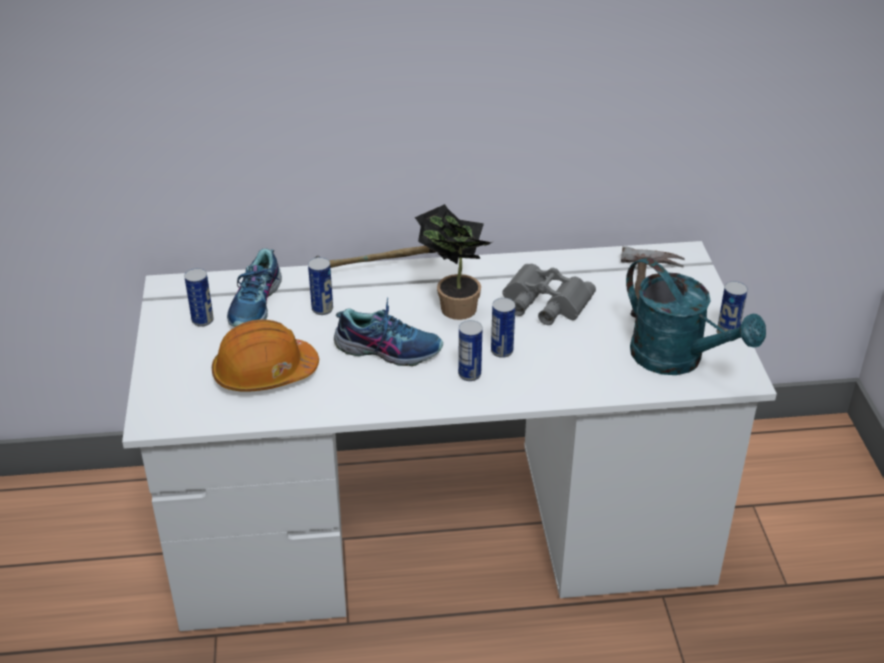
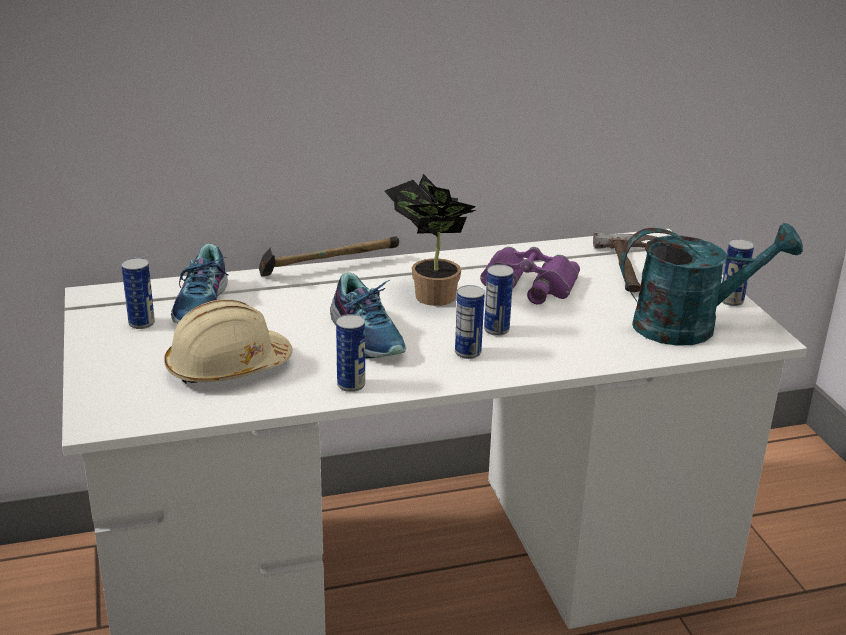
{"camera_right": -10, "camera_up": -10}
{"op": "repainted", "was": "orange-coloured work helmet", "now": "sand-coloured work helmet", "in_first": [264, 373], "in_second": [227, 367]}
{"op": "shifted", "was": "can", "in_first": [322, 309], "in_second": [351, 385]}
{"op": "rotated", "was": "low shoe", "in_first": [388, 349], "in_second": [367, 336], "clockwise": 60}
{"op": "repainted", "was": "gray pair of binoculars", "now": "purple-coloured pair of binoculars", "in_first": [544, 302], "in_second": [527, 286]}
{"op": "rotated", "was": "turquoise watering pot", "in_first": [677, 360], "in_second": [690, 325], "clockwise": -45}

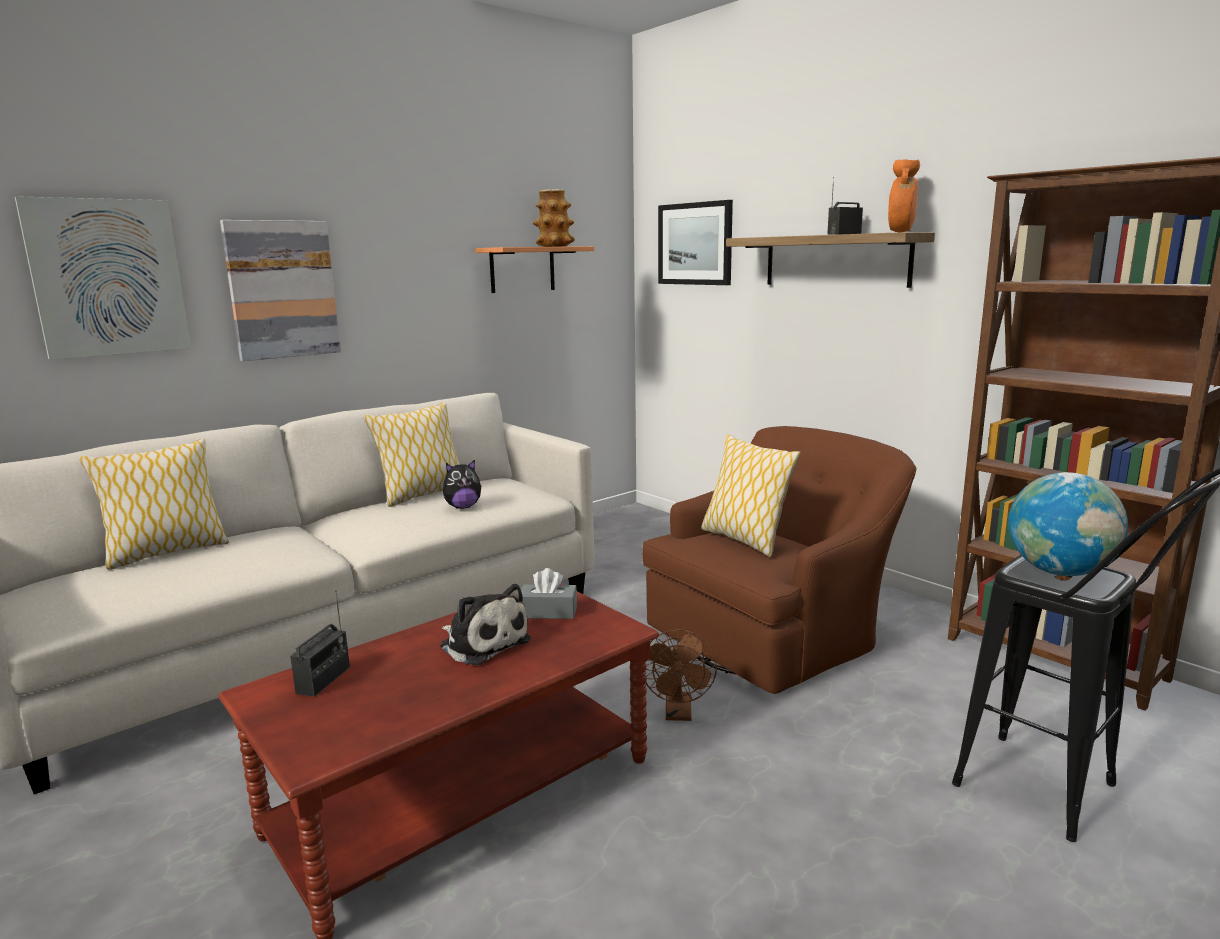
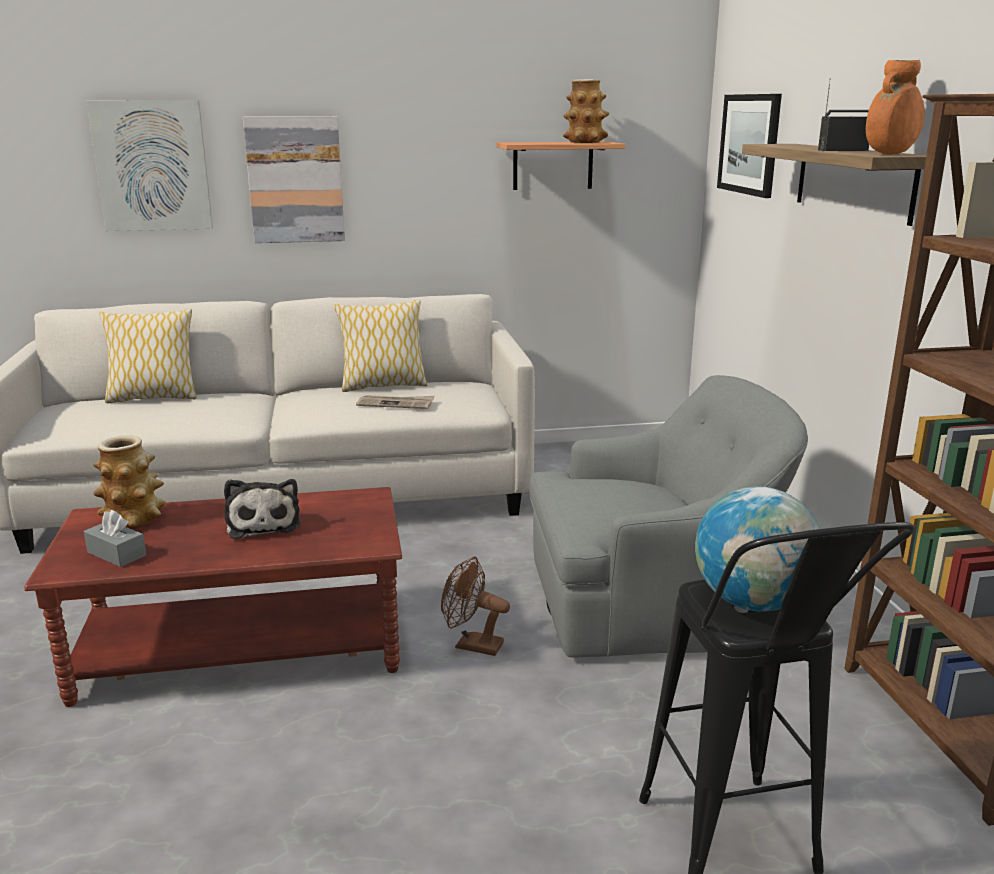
{"camera_right": 30, "camera_up": 5}
{"op": "swapped", "was": "radio set", "now": "vase", "in_first": [323, 680], "in_second": [134, 519]}
{"op": "swapped", "was": "plush toy", "now": "daily paper", "in_first": [463, 507], "in_second": [396, 404]}
{"op": "shifted", "was": "gray tissue box", "in_first": [548, 612], "in_second": [116, 554]}
{"op": "repainted", "was": "brown lounge chair", "now": "gray lounge chair", "in_first": [773, 634], "in_second": [652, 604]}
{"op": "rotated", "was": "brown fan", "in_first": [679, 713], "in_second": [472, 645], "clockwise": 75}
{"op": "gone", "was": "pillow", "in_first": [745, 540]}

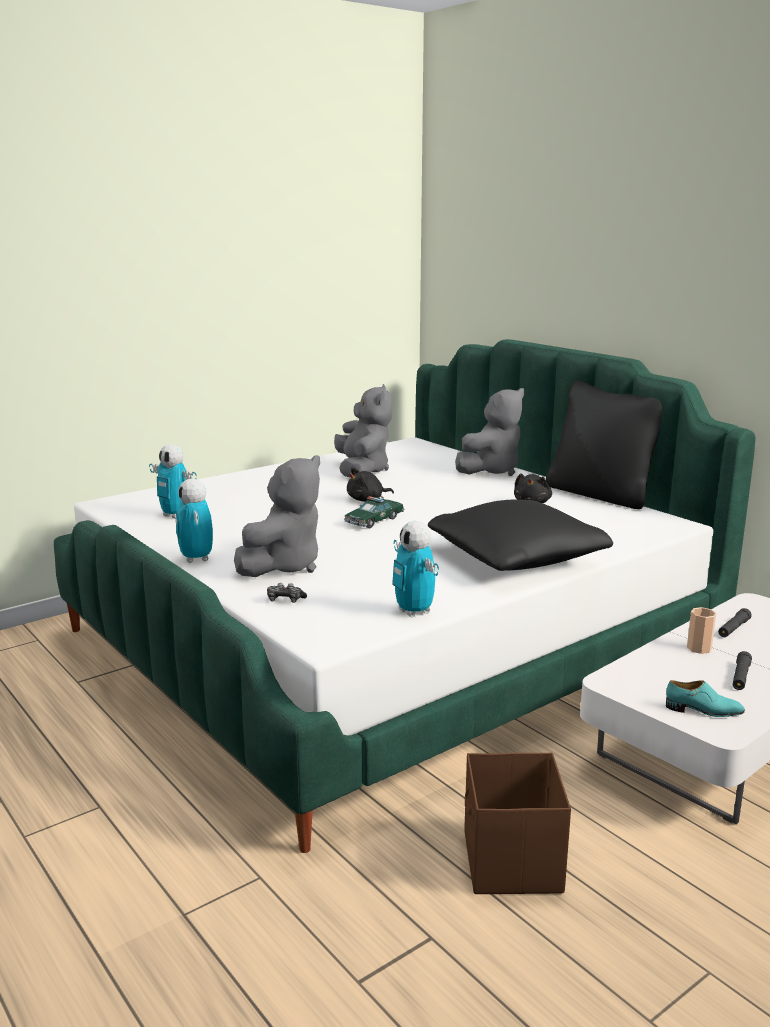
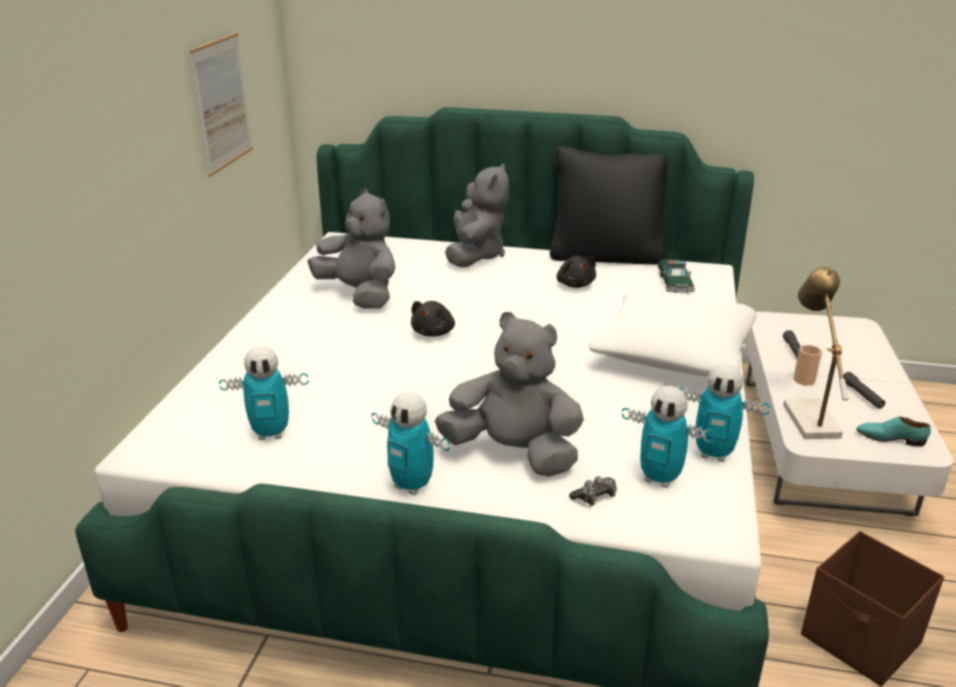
{"camera_right": -40, "camera_up": 10}
{"op": "rotated", "was": "gray plush toy", "in_first": [283, 566], "in_second": [513, 453], "clockwise": -60}
{"op": "shifted", "was": "model car", "in_first": [374, 520], "in_second": [674, 283]}
{"op": "repainted", "was": "black pillow", "now": "white pillow", "in_first": [517, 557], "in_second": [673, 353]}
{"op": "rotated", "was": "turquoise low shoe", "in_first": [704, 710], "in_second": [890, 438], "clockwise": -135}
{"op": "new", "now": "wall art", "in_second": [222, 103]}
{"op": "new", "now": "model robot", "in_second": [660, 478]}
{"op": "new", "now": "table lamp", "in_second": [806, 416]}

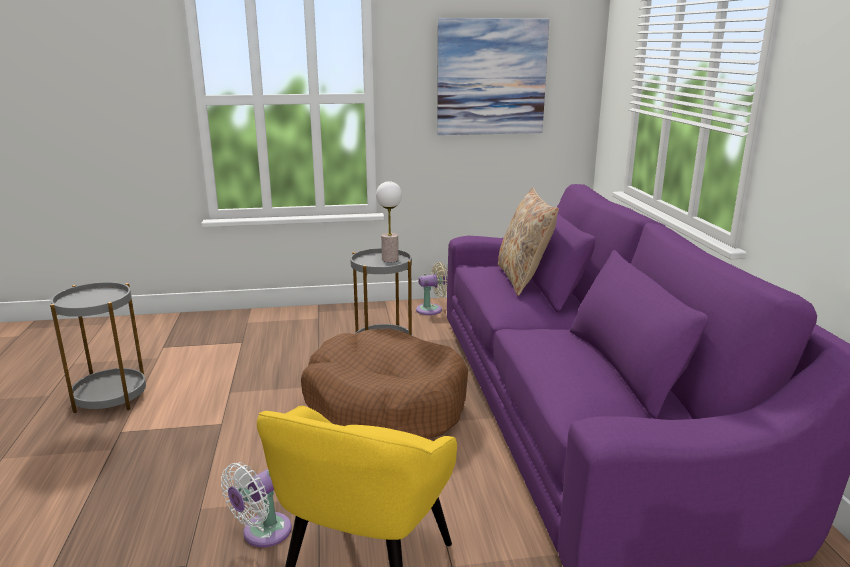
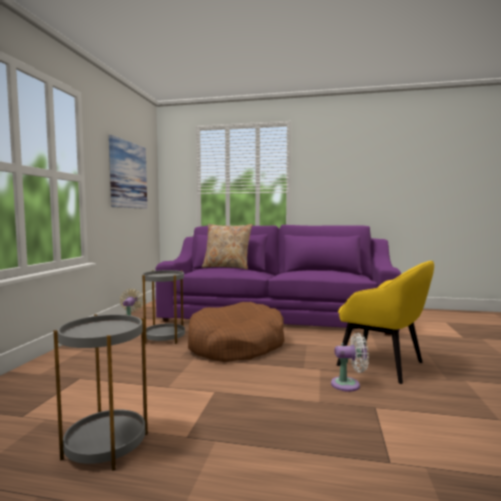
{"camera_right": -70, "camera_up": -15}
{"op": "rotated", "was": "white fan", "in_first": [262, 533], "in_second": [348, 384], "clockwise": -60}
{"op": "gone", "was": "table lamp", "in_first": [390, 259]}

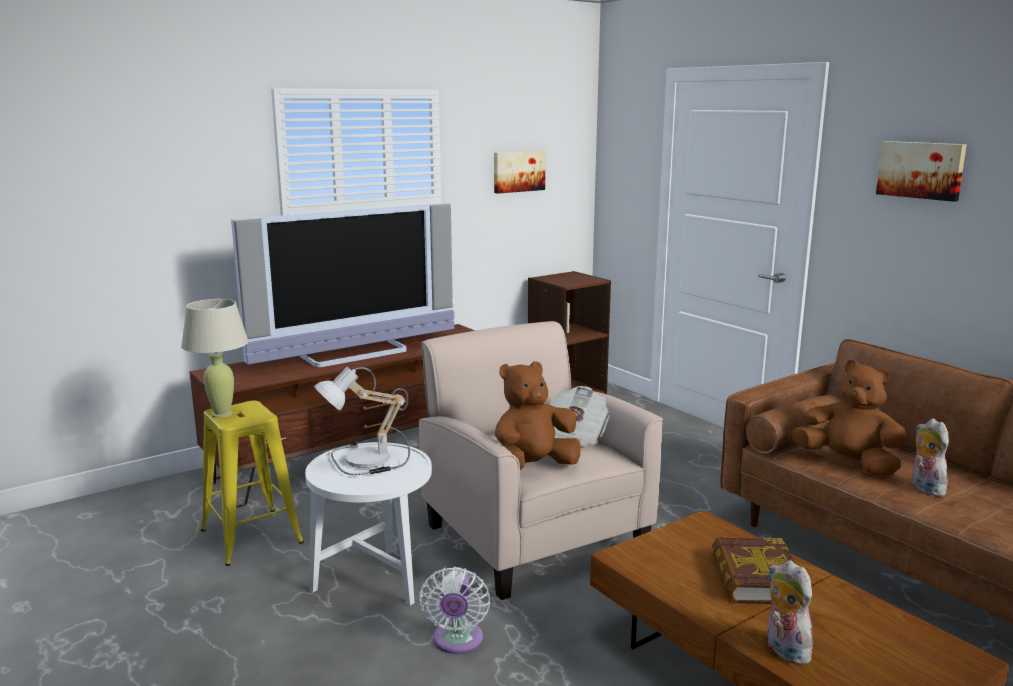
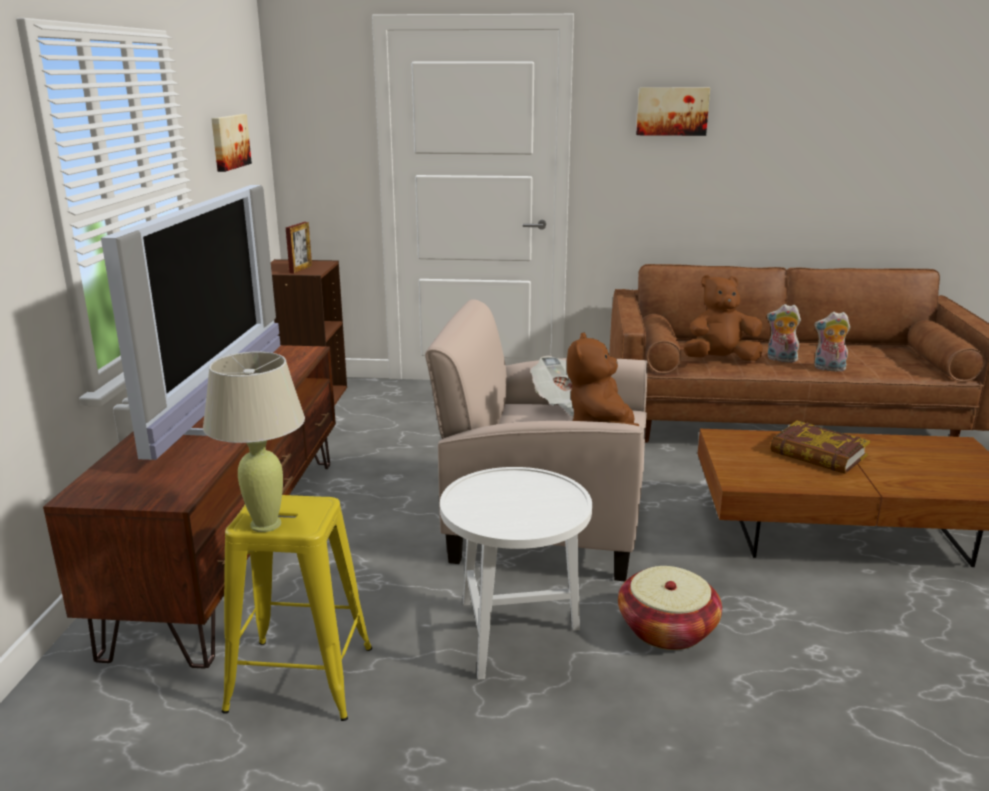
{"camera_right": -50, "camera_up": 5}
{"op": "gone", "was": "table lamp", "in_first": [366, 461]}
{"op": "swapped", "was": "white fan", "now": "storage basket", "in_first": [457, 642], "in_second": [667, 629]}
{"op": "shifted", "was": "plush toy", "in_first": [783, 649], "in_second": [828, 369]}
{"op": "new", "now": "standing frame", "in_second": [301, 269]}

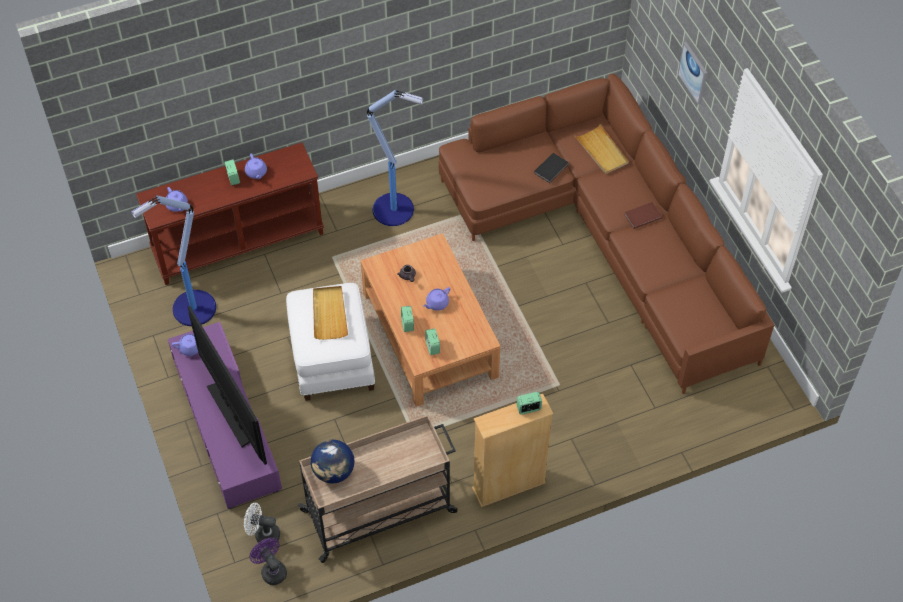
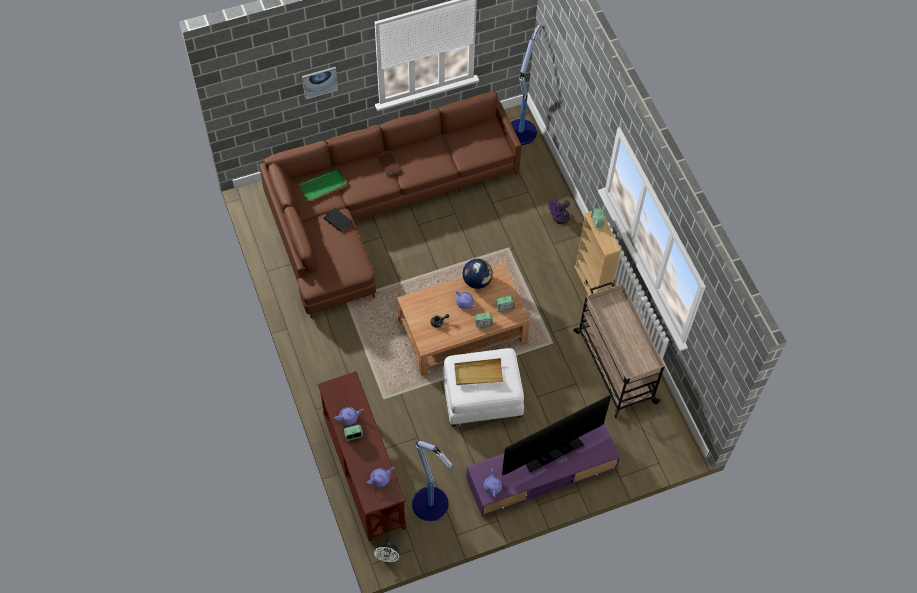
{"camera_right": -90, "camera_up": 5}
{"op": "shifted", "was": "white fan", "in_first": [263, 534], "in_second": [388, 557]}
{"op": "shifted", "was": "purple-coloured fan", "in_first": [271, 570], "in_second": [558, 219]}
{"op": "shifted", "was": "desk globe", "in_first": [334, 472], "in_second": [477, 281]}
{"op": "shifted", "was": "standard lamp", "in_first": [395, 210], "in_second": [521, 131]}
{"op": "repainted", "was": "sand-coloured tray", "now": "green-coloured tray", "in_first": [602, 151], "in_second": [323, 185]}

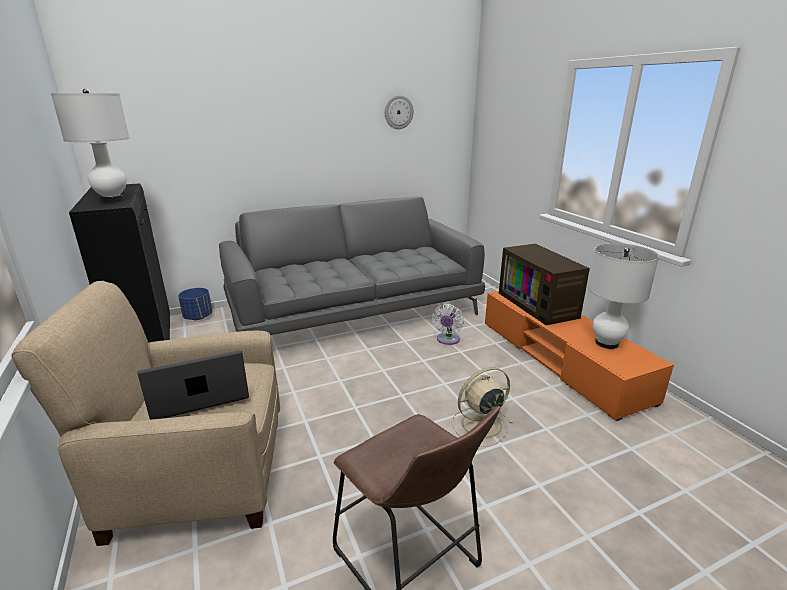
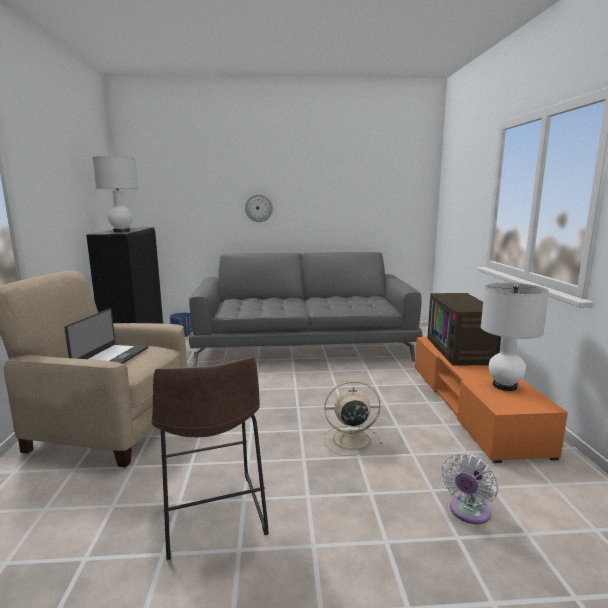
{"camera_right": 20, "camera_up": -10}
{"op": "rotated", "was": "portable computer", "in_first": [200, 396], "in_second": [110, 357], "clockwise": 105}
{"op": "shifted", "was": "clock on the wall", "in_first": [398, 112], "in_second": [259, 208]}
{"op": "shifted", "was": "white fan", "in_first": [447, 340], "in_second": [468, 513]}

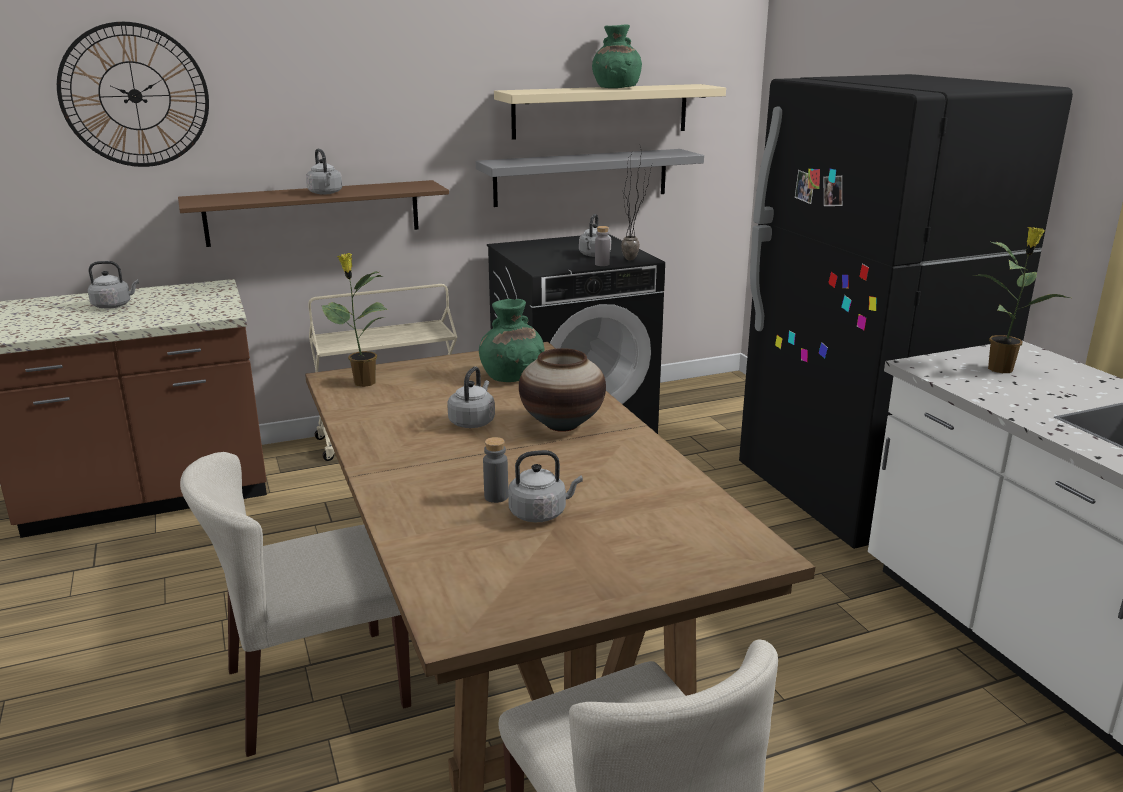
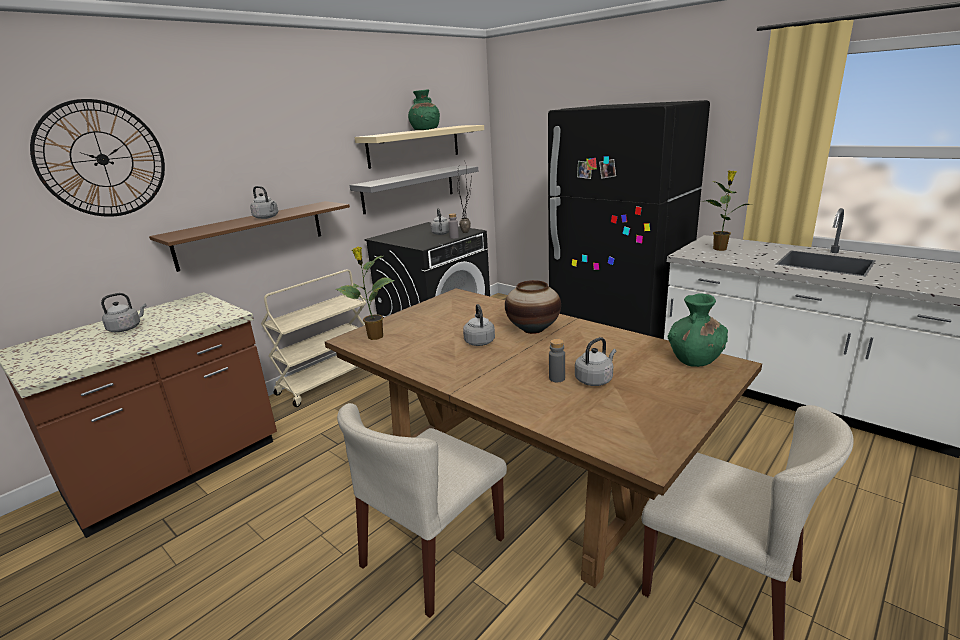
{"camera_right": -25, "camera_up": 0}
{"op": "shifted", "was": "green-coloured vase", "in_first": [512, 376], "in_second": [694, 359]}

